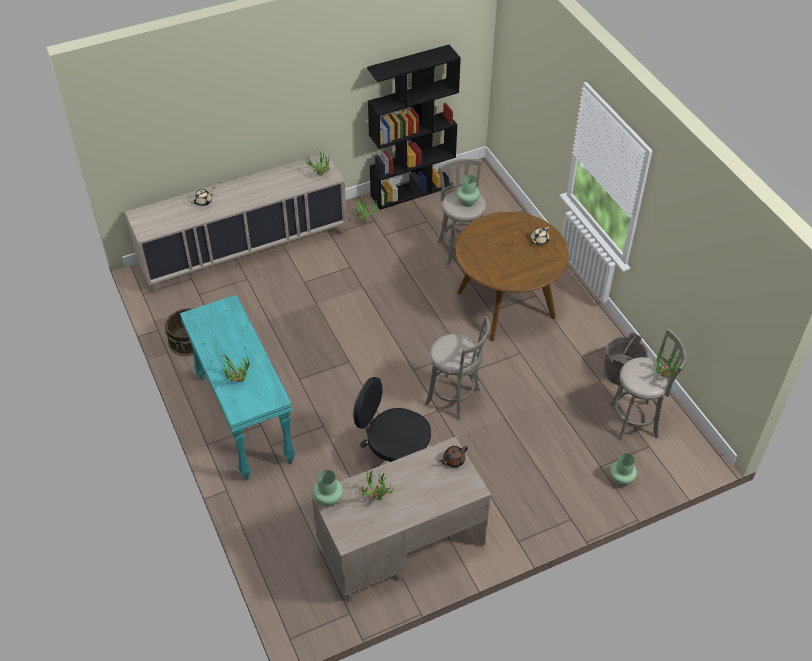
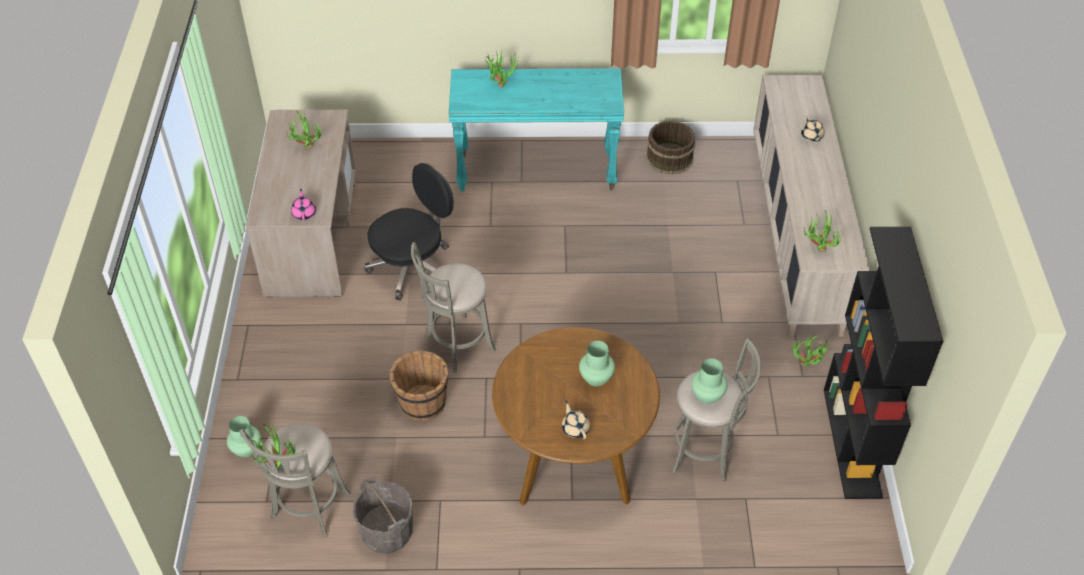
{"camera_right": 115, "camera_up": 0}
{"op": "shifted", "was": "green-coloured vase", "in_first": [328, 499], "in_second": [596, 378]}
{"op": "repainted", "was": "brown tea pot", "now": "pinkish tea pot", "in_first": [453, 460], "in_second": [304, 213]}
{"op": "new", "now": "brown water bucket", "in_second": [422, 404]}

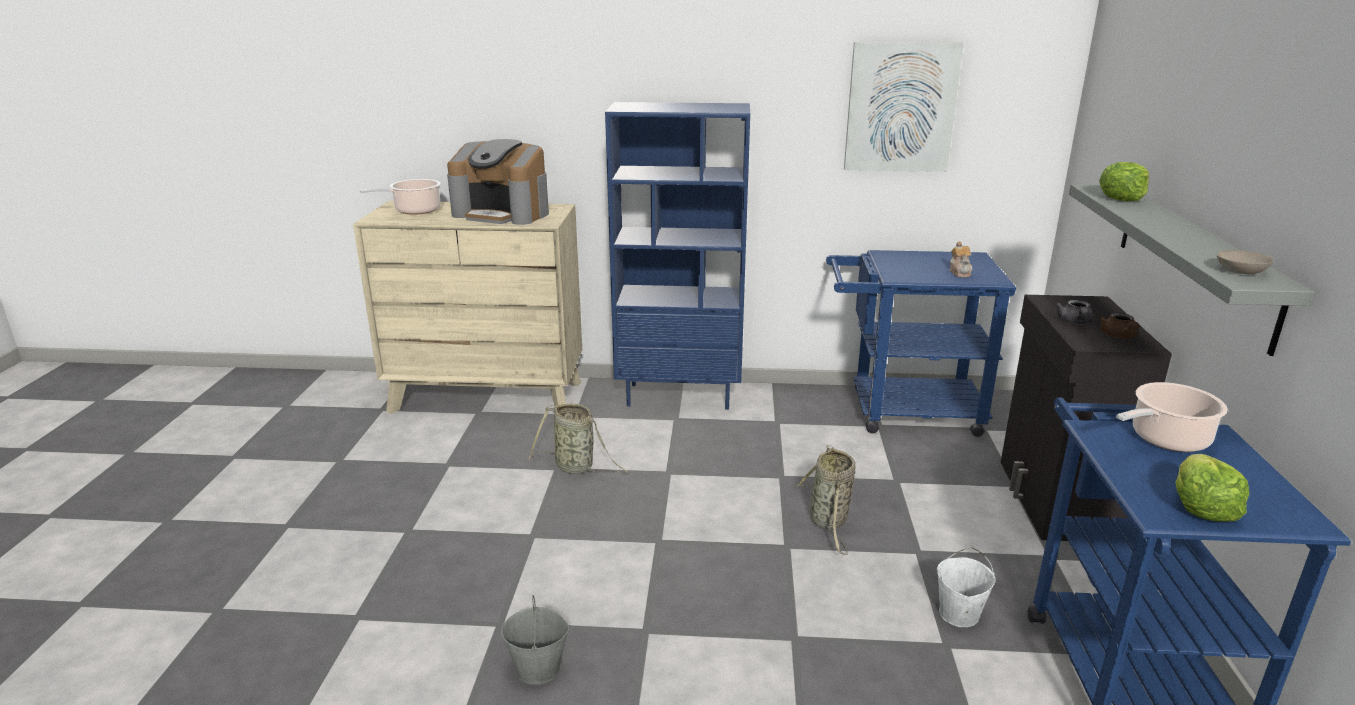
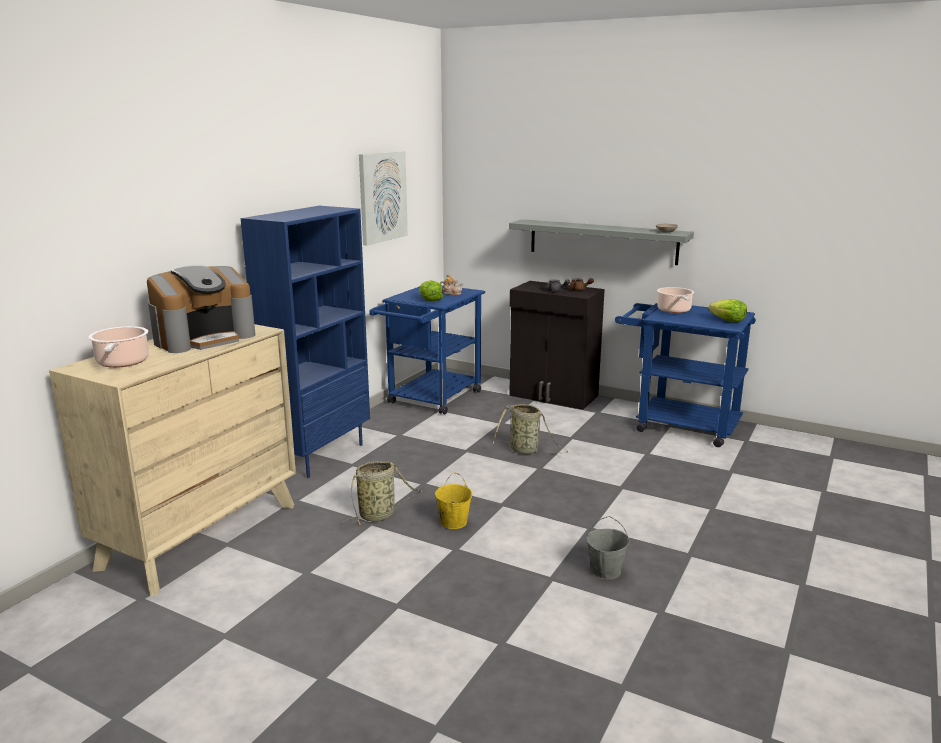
{"camera_right": -65, "camera_up": -5}
{"op": "gone", "was": "white water bucket", "in_first": [959, 614]}
{"op": "shifted", "was": "lettuce", "in_first": [1122, 197], "in_second": [430, 299]}
{"op": "new", "now": "yellowish water bucket", "in_second": [453, 522]}

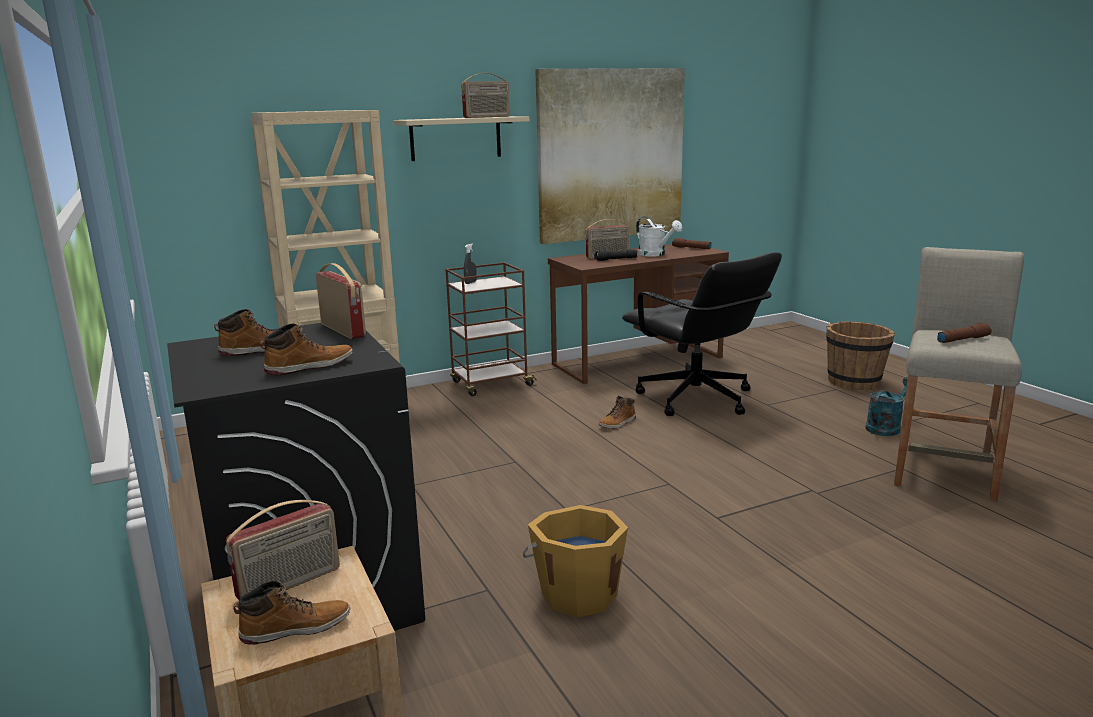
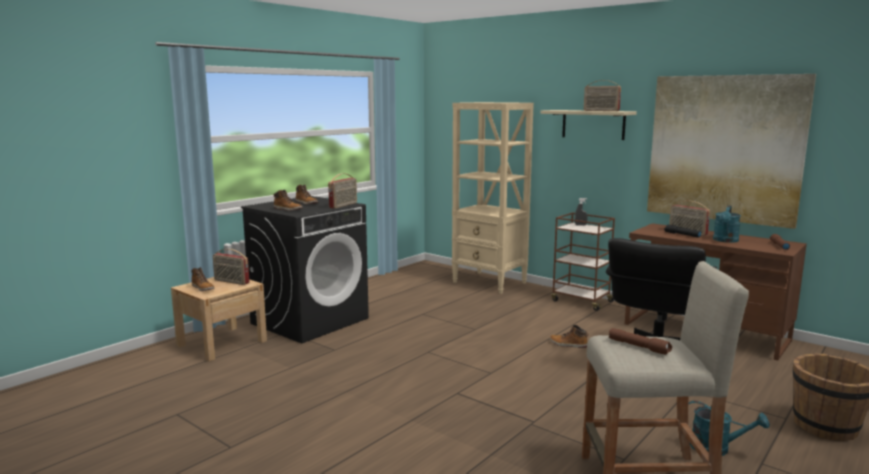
{"camera_right": 65, "camera_up": -5}
{"op": "gone", "was": "orange-coloured water bucket", "in_first": [578, 593]}
{"op": "repainted", "was": "white watering pot", "now": "turquoise watering pot", "in_first": [655, 254], "in_second": [725, 240]}

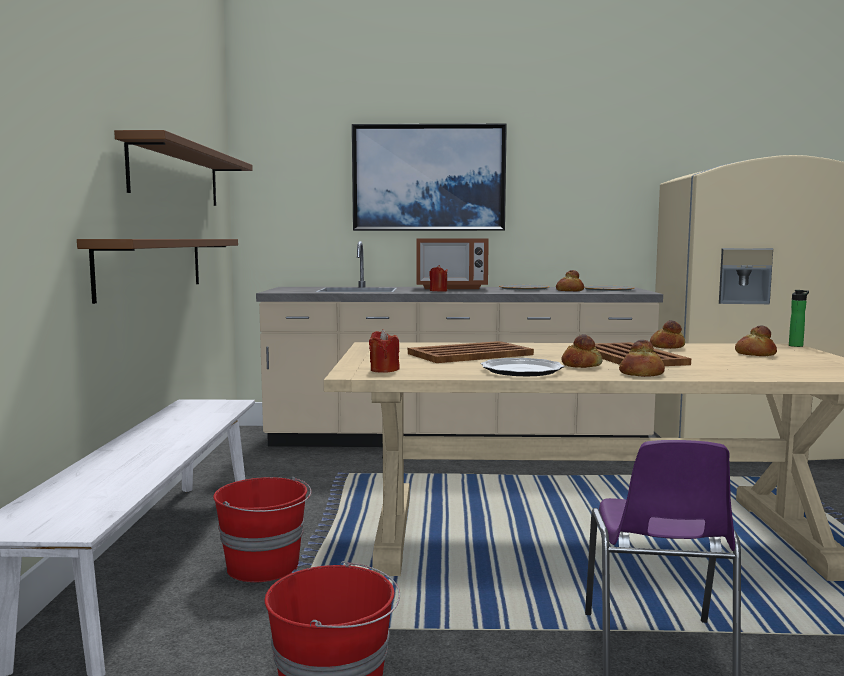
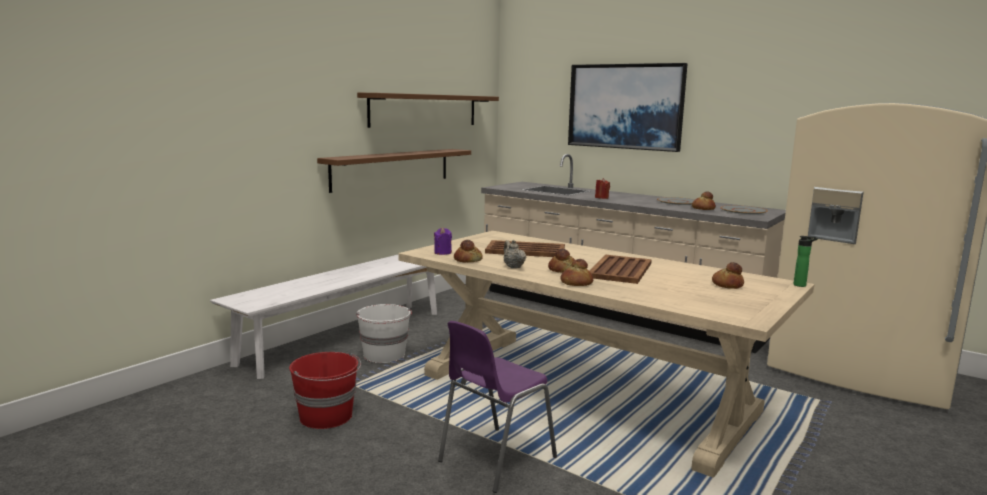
{"camera_right": 35, "camera_up": 5}
{"op": "repainted", "was": "red-coloured water bucket", "now": "white water bucket", "in_first": [264, 566], "in_second": [384, 355]}
{"op": "repainted", "was": "red-coloured wax candle", "now": "purple-coloured wax candle", "in_first": [384, 370], "in_second": [442, 252]}
{"op": "gone", "was": "kitchen microwave", "in_first": [451, 288]}
{"op": "swapped", "was": "dinner plate", "now": "sand-coloured tea pot", "in_first": [521, 370], "in_second": [513, 267]}
{"op": "shifted", "was": "baked bread", "in_first": [666, 346], "in_second": [467, 260]}

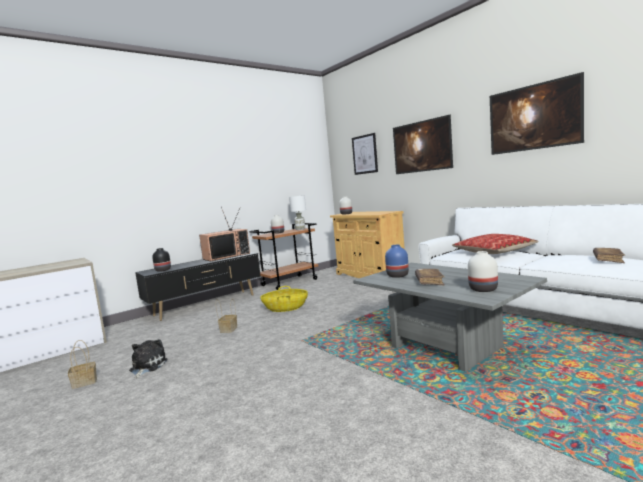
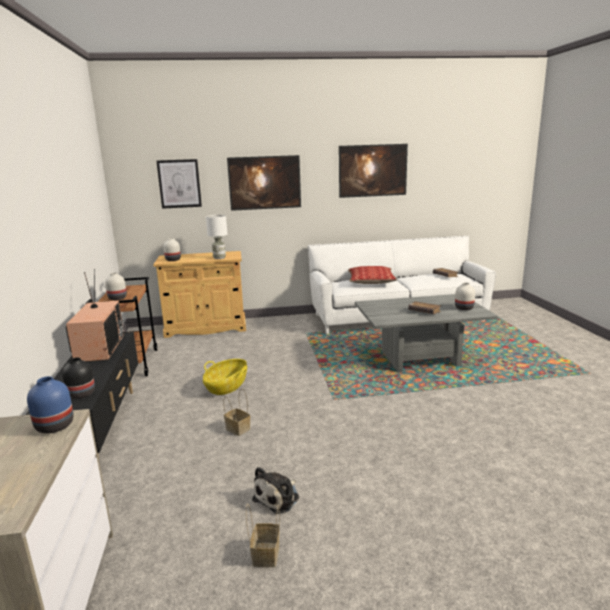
{"camera_right": -60, "camera_up": 10}
{"op": "rotated", "was": "plush toy", "in_first": [147, 367], "in_second": [278, 497], "clockwise": -90}
{"op": "shifted", "was": "white table lamp", "in_first": [300, 229], "in_second": [219, 258]}
{"op": "shifted", "was": "blue vase", "in_first": [397, 275], "in_second": [54, 426]}

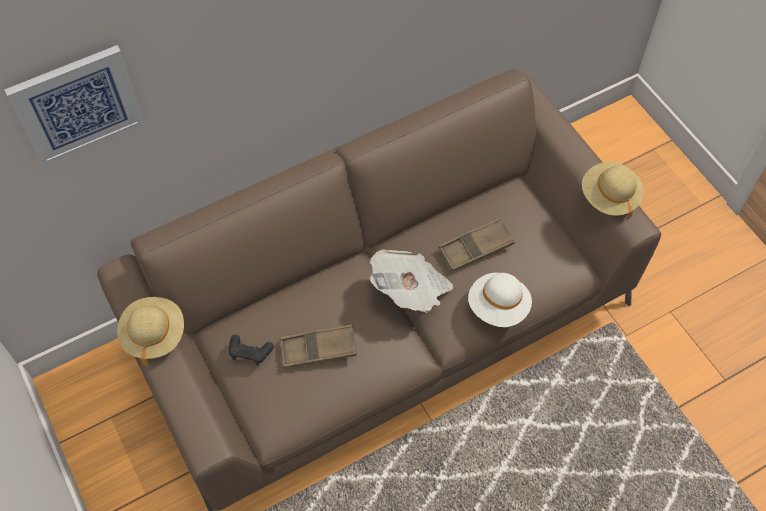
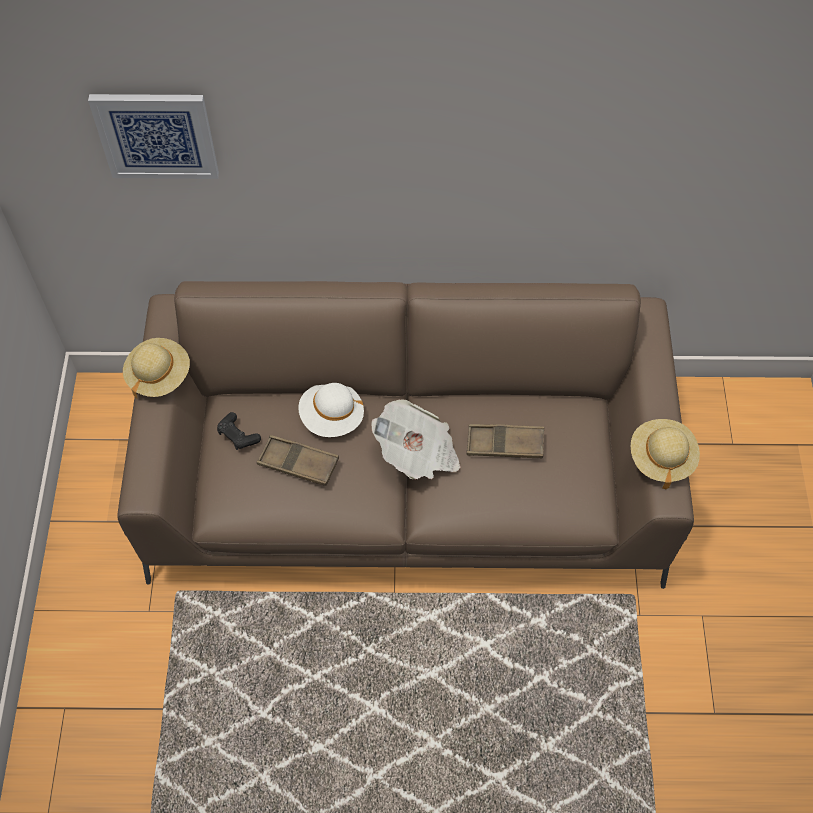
{"camera_right": 30, "camera_up": 0}
{"op": "shifted", "was": "white clothing hat", "in_first": [498, 307], "in_second": [332, 417]}

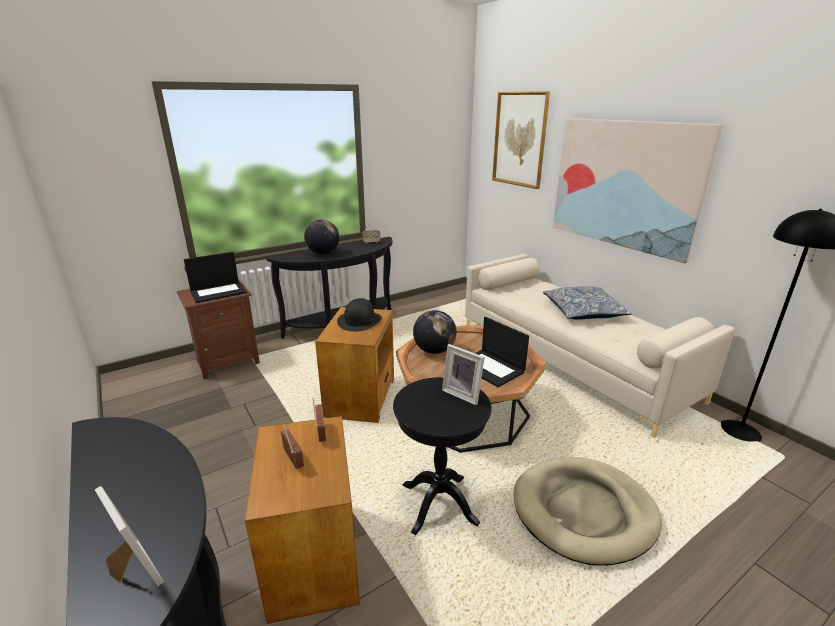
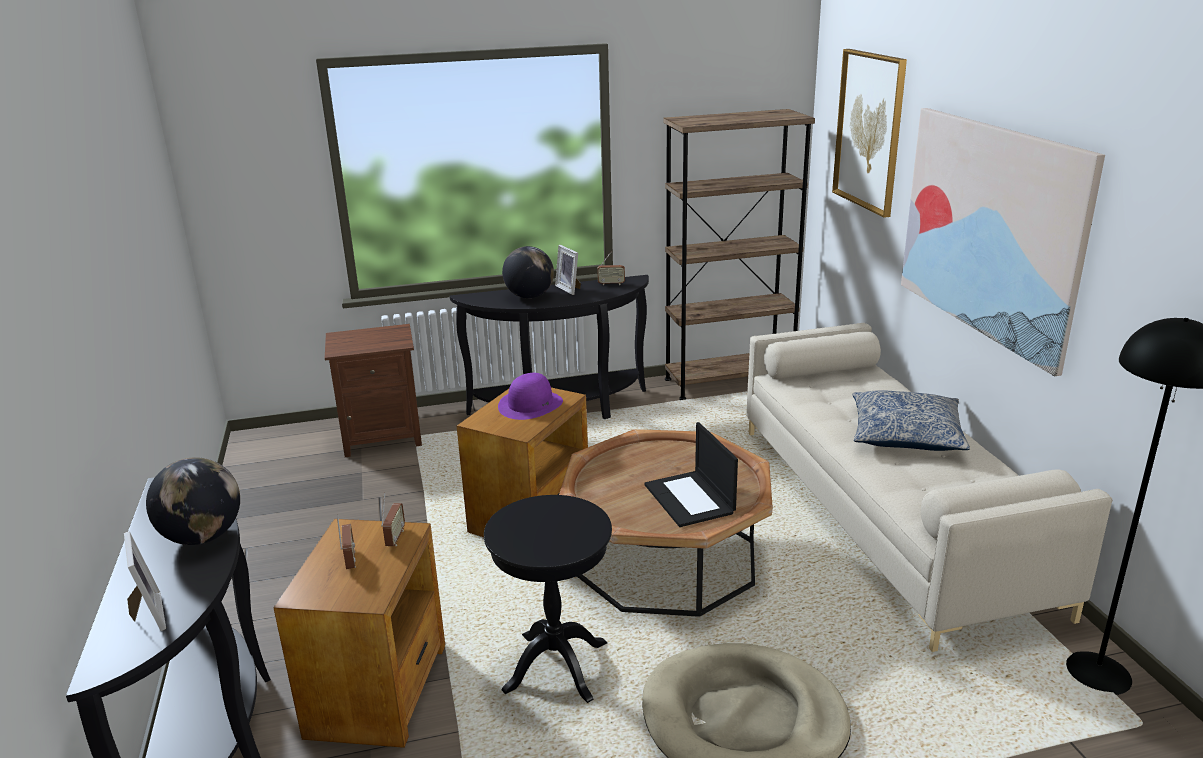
{"camera_right": 20, "camera_up": 0}
{"op": "gone", "was": "portable computer", "in_first": [219, 292]}
{"op": "repainted", "was": "black clothing hat", "now": "purple-coloured clothing hat", "in_first": [359, 320], "in_second": [530, 404]}
{"op": "shifted", "was": "desk globe", "in_first": [434, 351], "in_second": [203, 537]}
{"op": "shifted", "was": "standing frame", "in_first": [463, 394], "in_second": [570, 289]}
{"op": "new", "now": "brown bookcase", "in_second": [729, 381]}

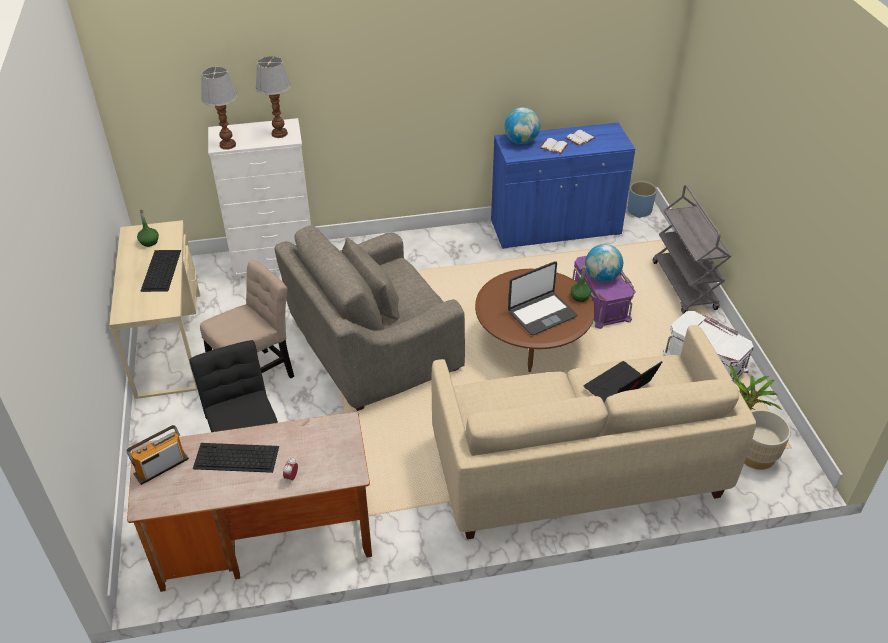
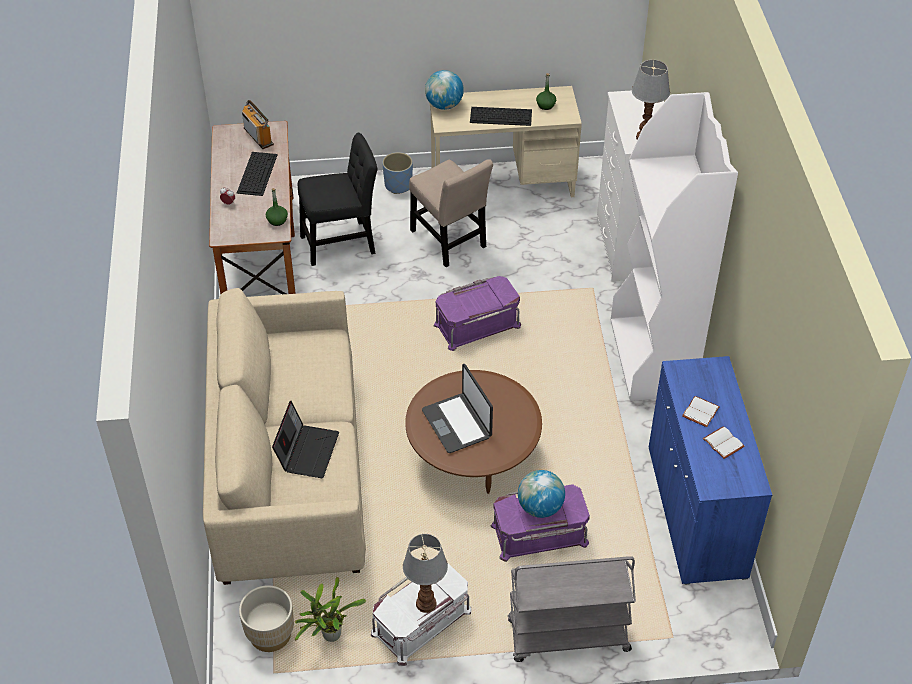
{"camera_right": 95, "camera_up": 5}
{"op": "shifted", "was": "table lamp", "in_first": [228, 144], "in_second": [426, 604]}
{"op": "swapped", "was": "gray lounge chair", "now": "purple-coloured storage container", "in_first": [373, 350], "in_second": [477, 325]}
{"op": "shifted", "was": "desk globe", "in_first": [521, 141], "in_second": [444, 105]}
{"op": "shifted", "was": "green-coloured beverage bottle", "in_first": [580, 297], "in_second": [277, 220]}
{"op": "rotated", "was": "portable computer", "in_first": [619, 388], "in_second": [307, 451], "clockwise": 45}
{"op": "shifted", "was": "blue planter", "in_first": [639, 211], "in_second": [398, 185]}
{"op": "new", "now": "white bookcase", "in_second": [652, 358]}

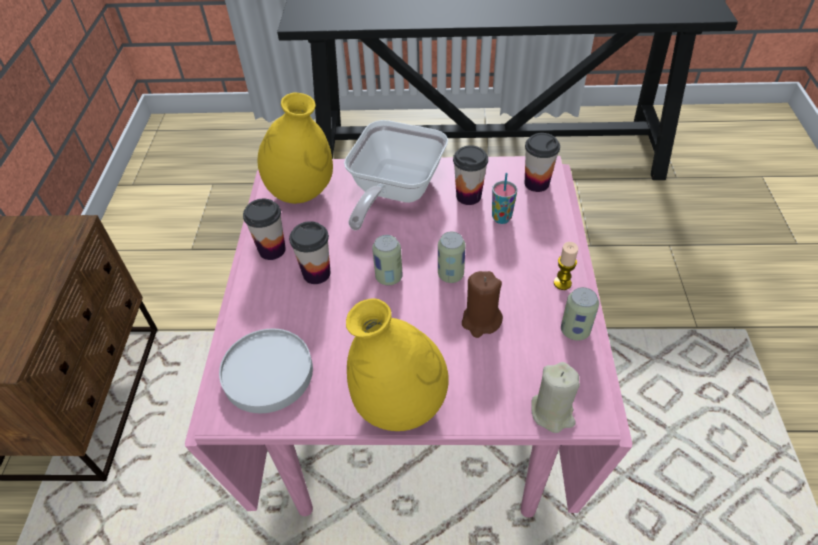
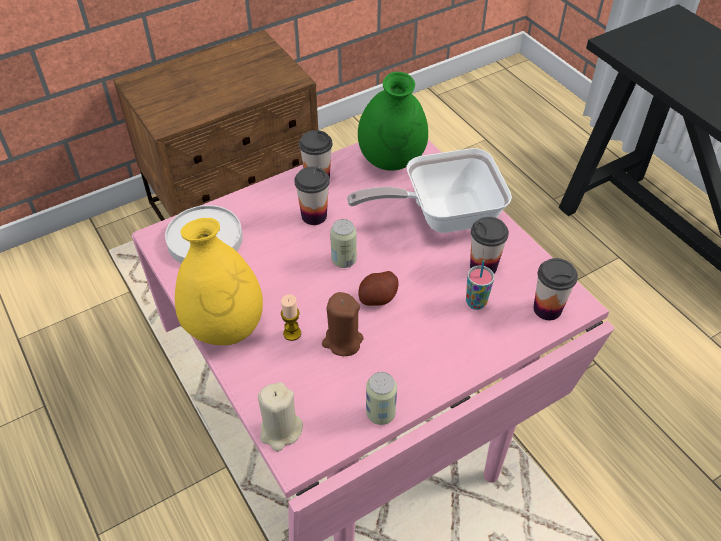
{"camera_right": 55, "camera_up": 0}
{"op": "repainted", "was": "yellowish vase", "now": "green-coloured vase", "in_first": [301, 192], "in_second": [391, 161]}
{"op": "swapped", "was": "can", "now": "whole potato", "in_first": [450, 274], "in_second": [378, 298]}
{"op": "shifted", "was": "wax candle", "in_first": [562, 283], "in_second": [292, 333]}

